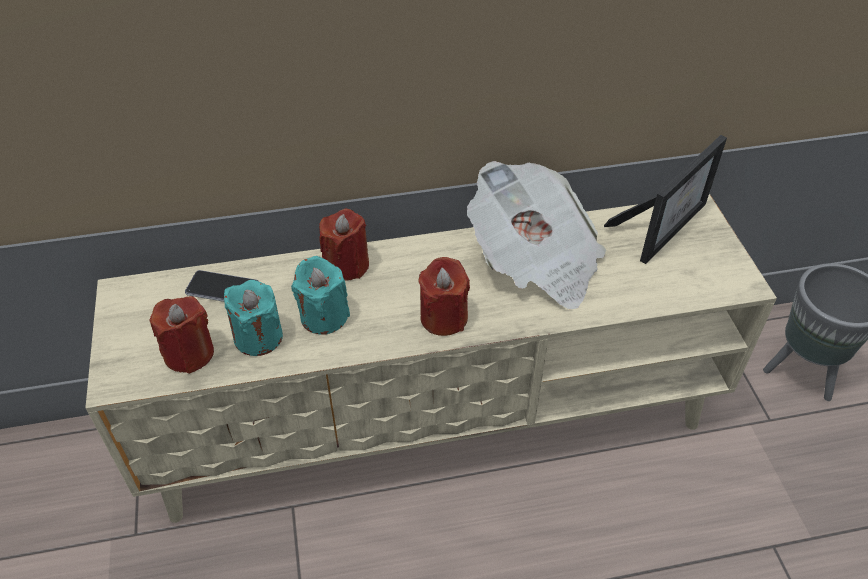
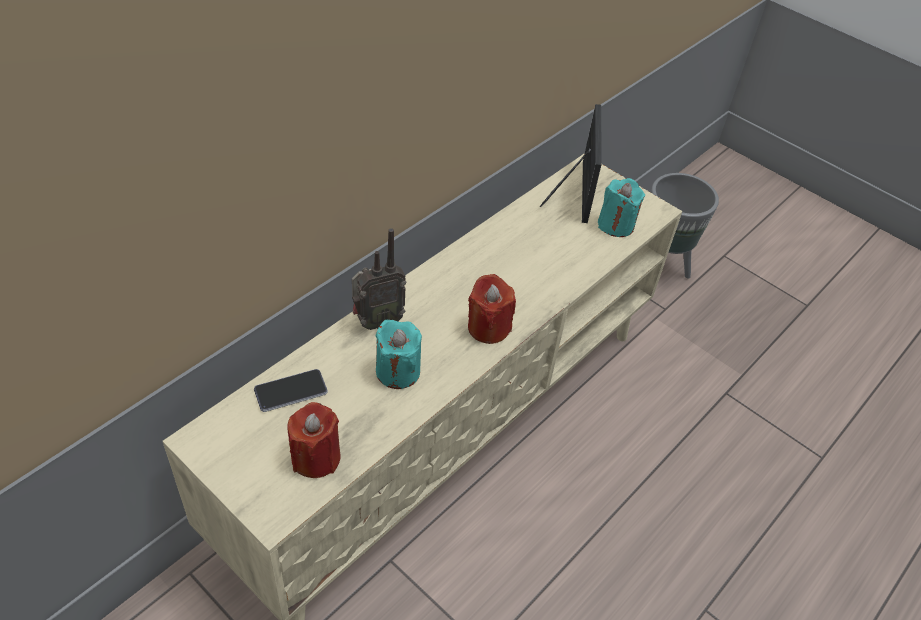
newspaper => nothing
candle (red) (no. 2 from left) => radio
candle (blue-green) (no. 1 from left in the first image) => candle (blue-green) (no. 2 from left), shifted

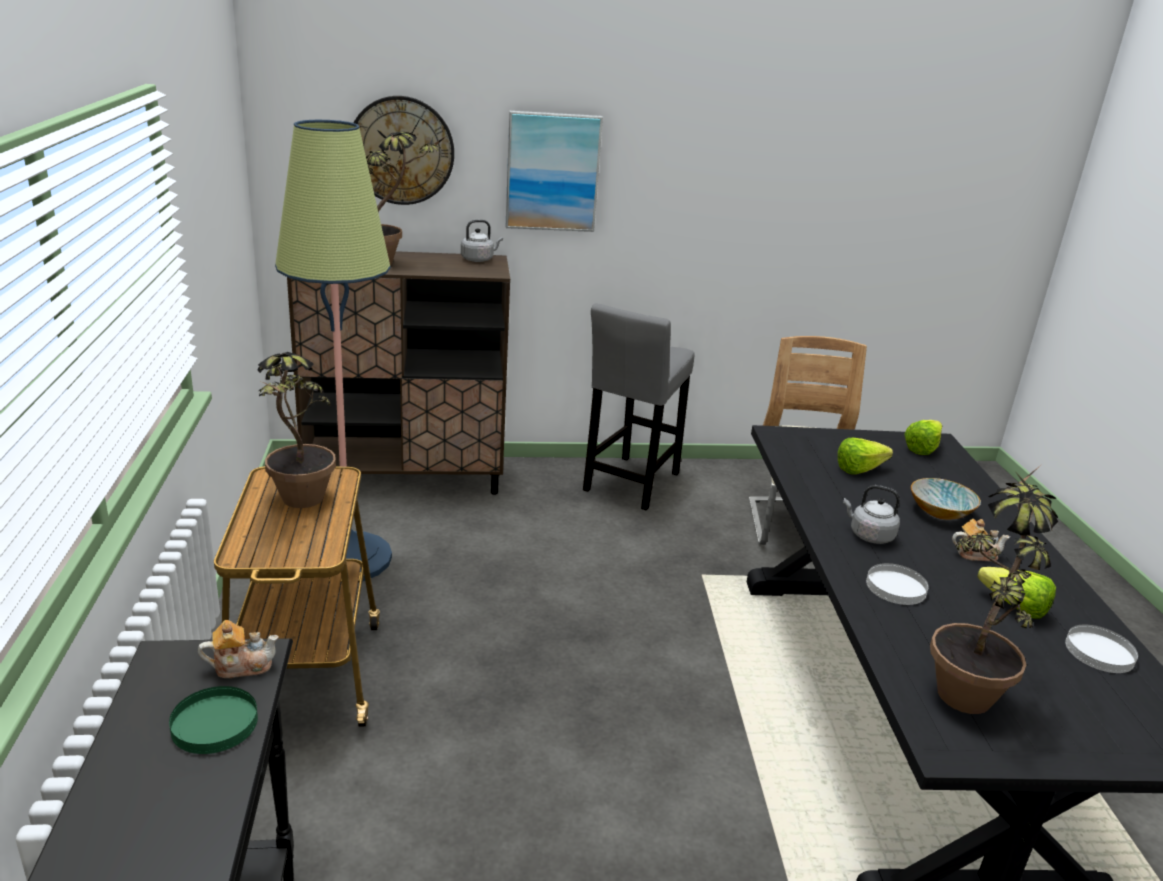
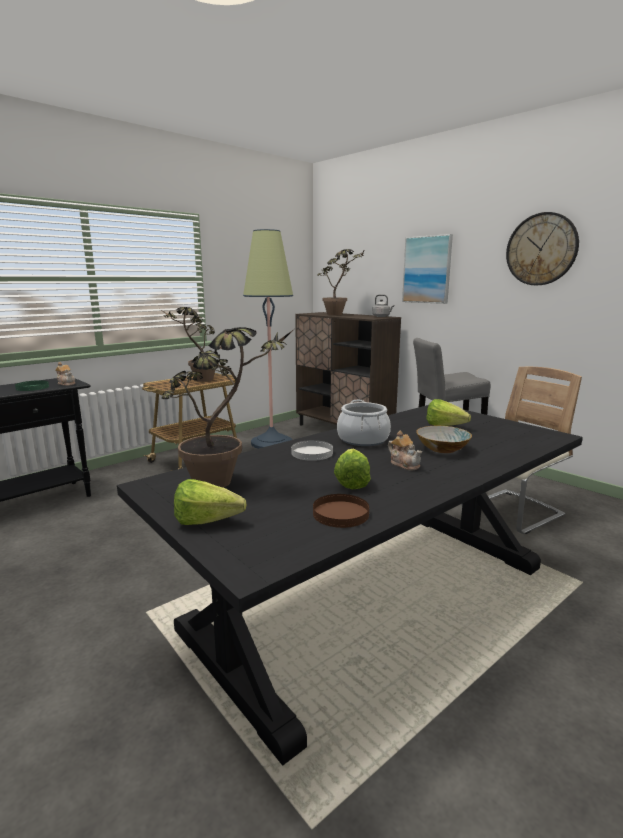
clock on the wall, shifted
head of lettuce (no. 2 from left in the first image) => head of lettuce (no. 1 from left), shifted
water kettle (greyish) (no. 2 from left) => saucepot
flat dish (white-coloured) (no. 2 from left) => flat dish (brown-coloured)

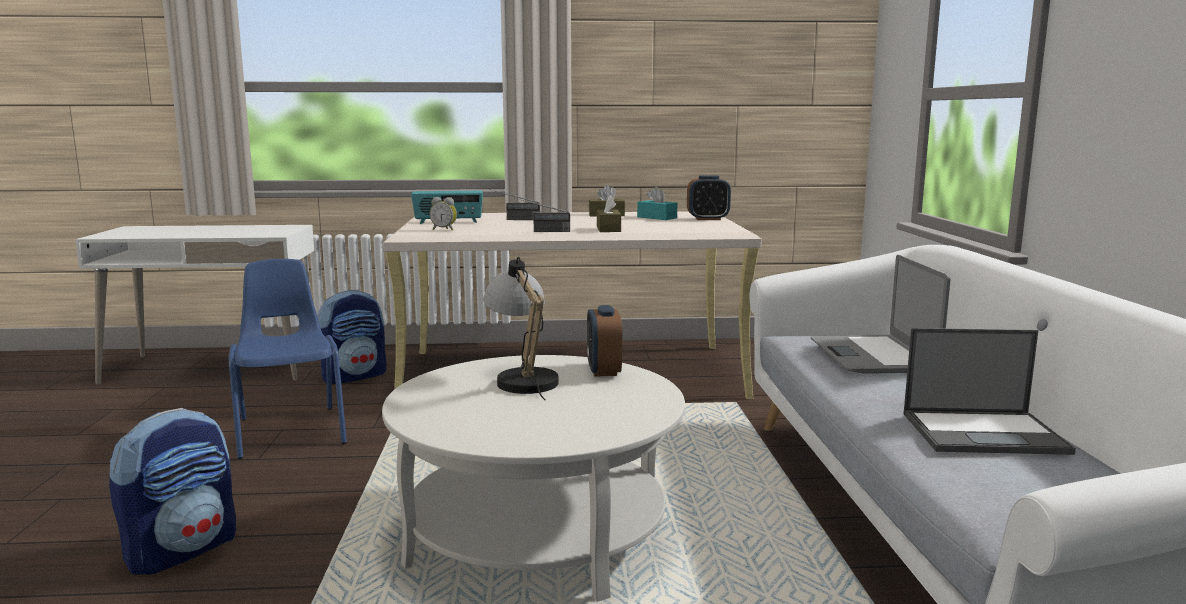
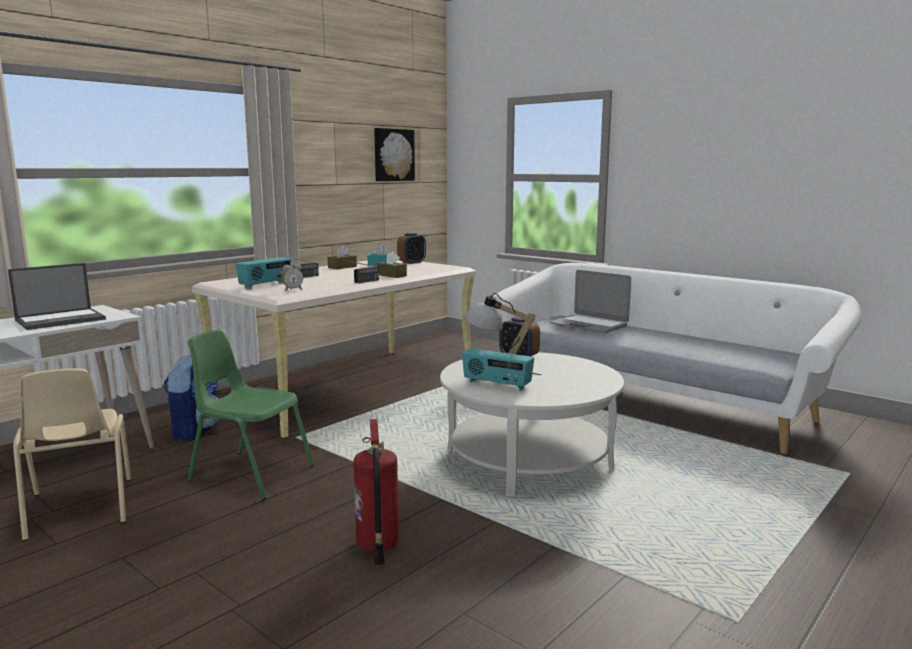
plain chair (blue) => plain chair (greenish)
portable computer (no. 2 from left in the first image) => portable computer (no. 1 from left), shifted
rucksack (no. 1 from left) => extinguisher
nothing => wall art
nothing => radio (no. 4 from left)
nothing => plain chair (sand-coloured)

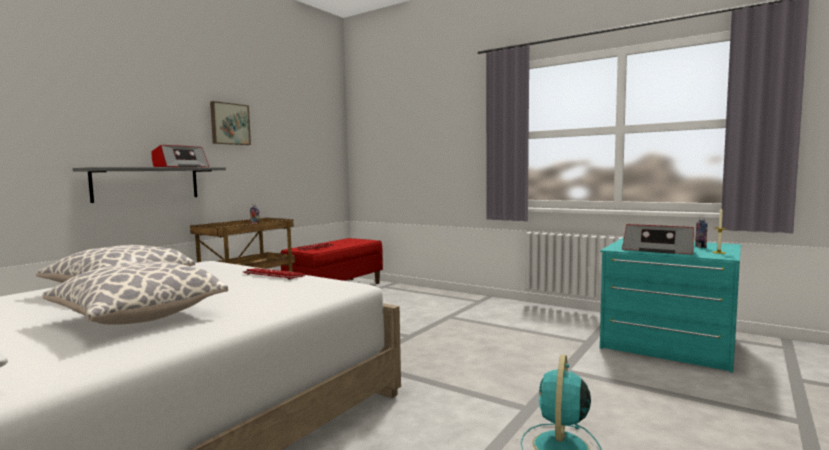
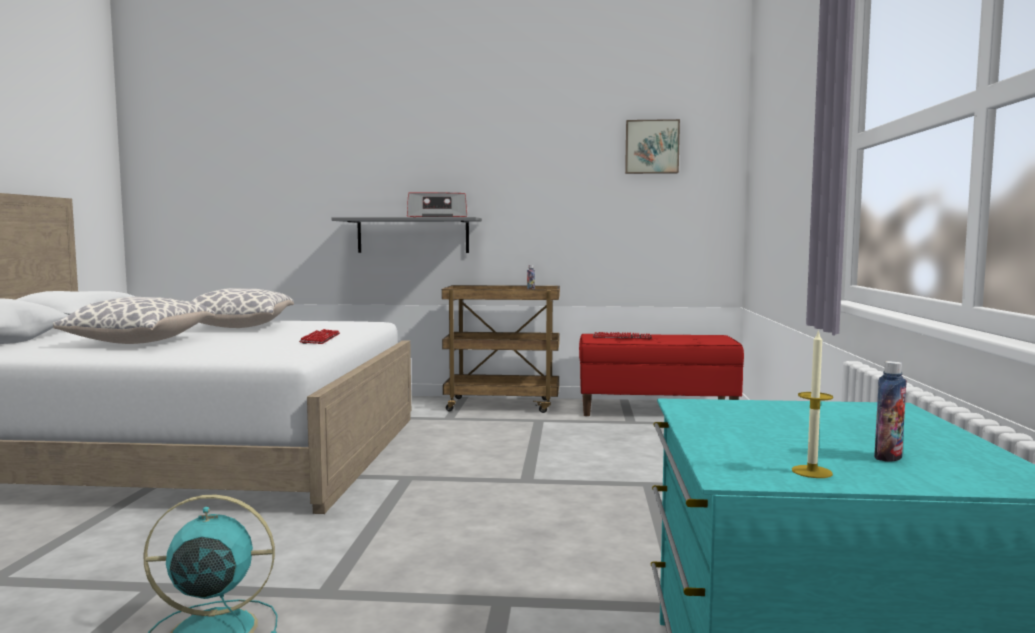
wall art, shifted
radio (no. 2 from left) => nothing

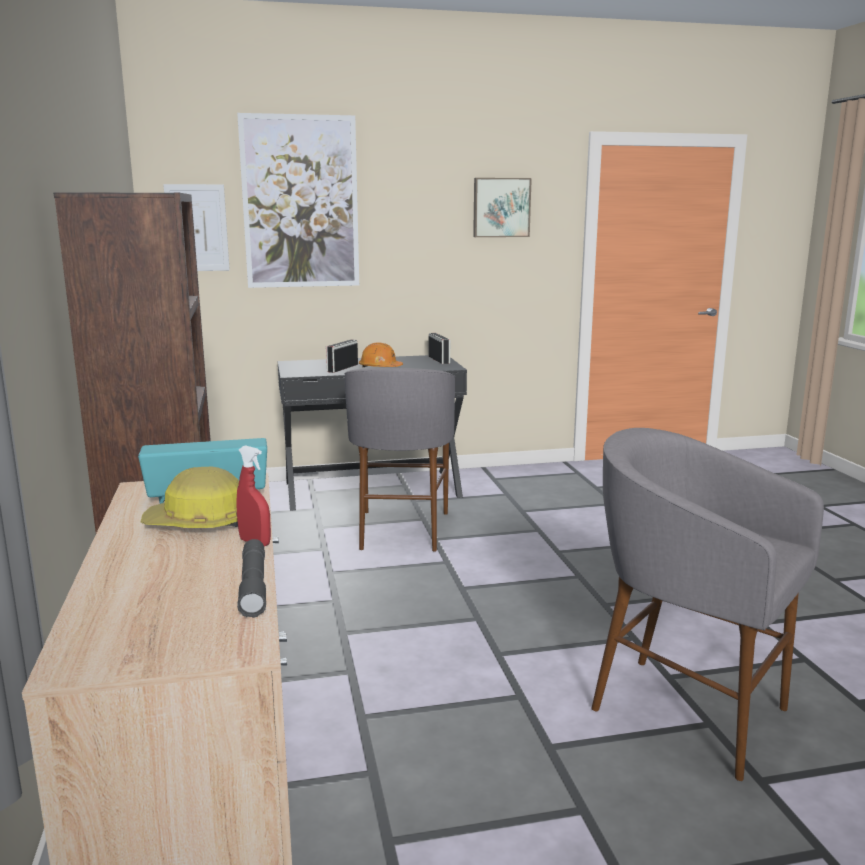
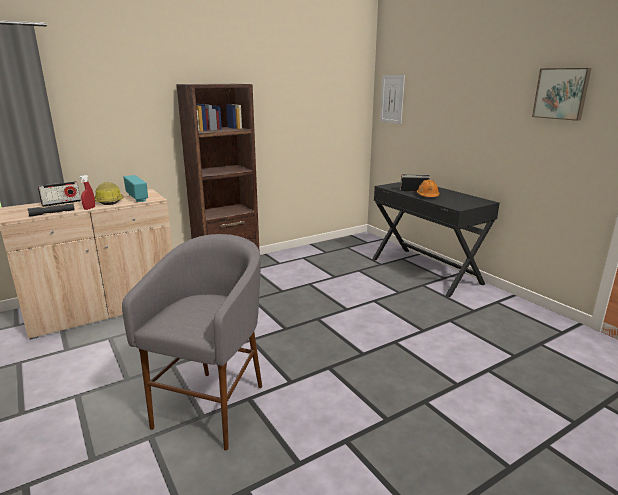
wall art (no. 2 from left) => nothing
radio (no. 3 from left in the first image) => radio (no. 1 from left), shifted
stool seat (greyish) (no. 1 from left) => nothing

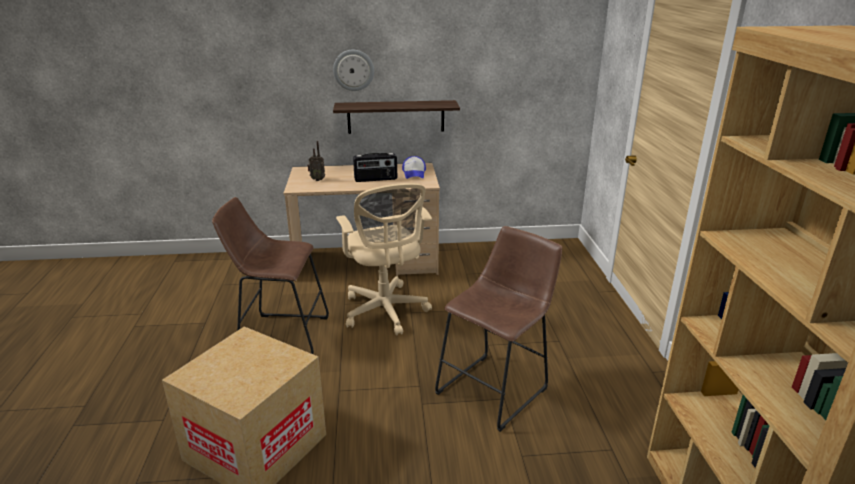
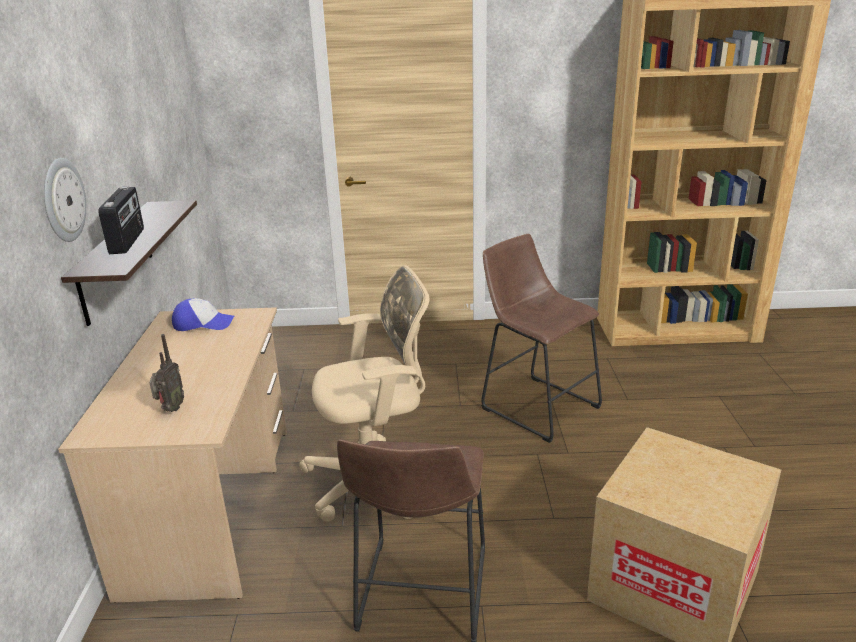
radio (no. 2 from left in the first image) => radio (no. 1 from left), shifted

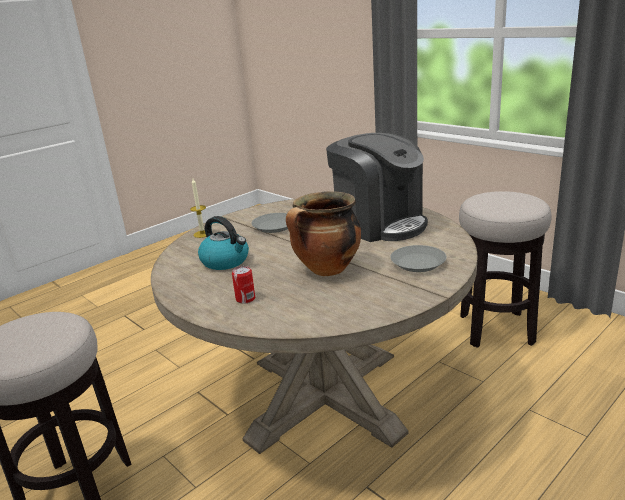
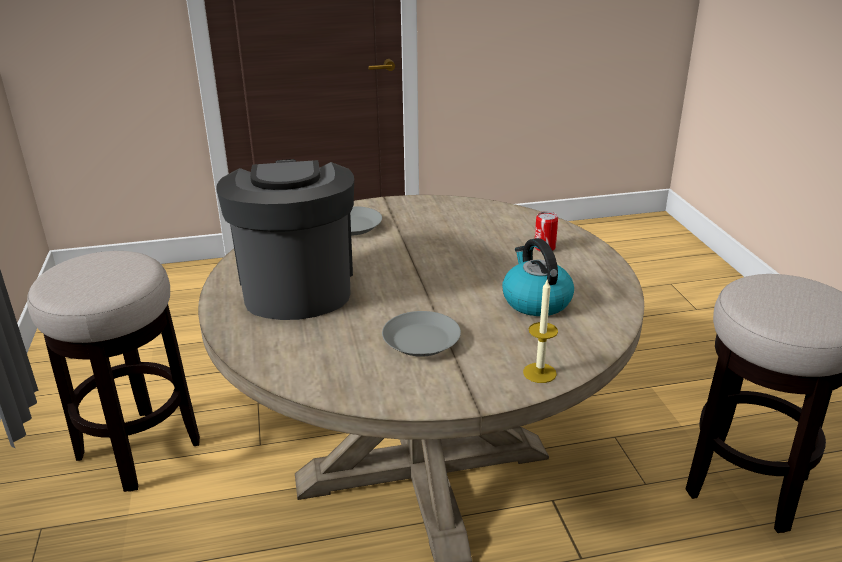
saucepot => nothing

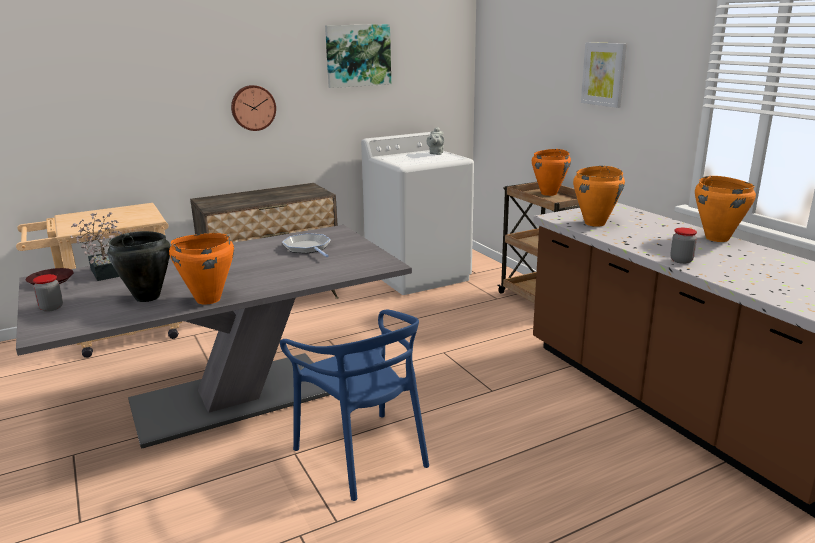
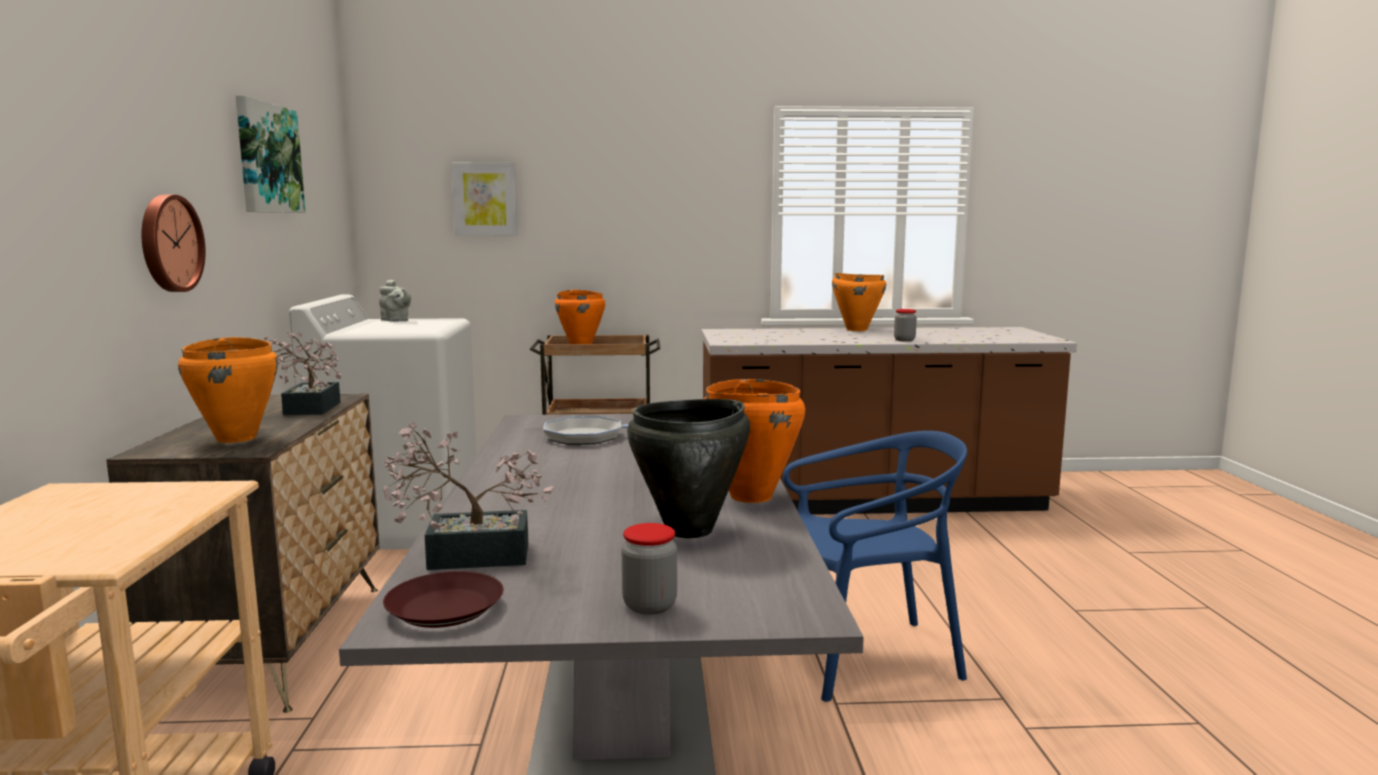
wall art (no. 2 from left), shifted
saucepot (orange-coloured) (no. 3 from left in the first image) => saucepot (orange-coloured) (no. 1 from left), shifted
nothing => potted plant (no. 1 from left)

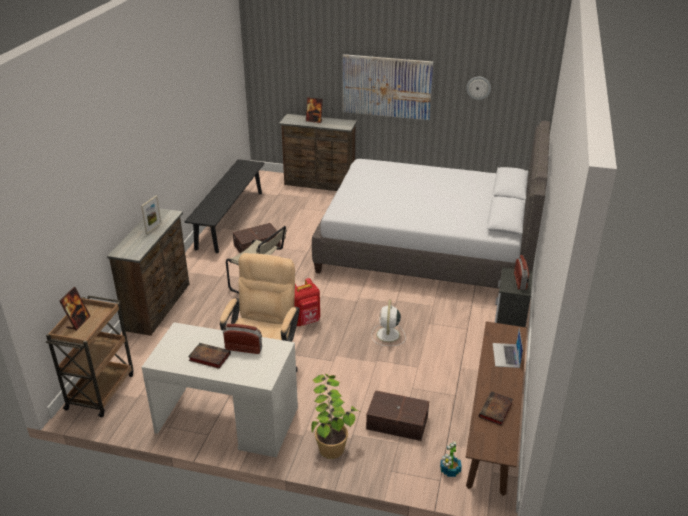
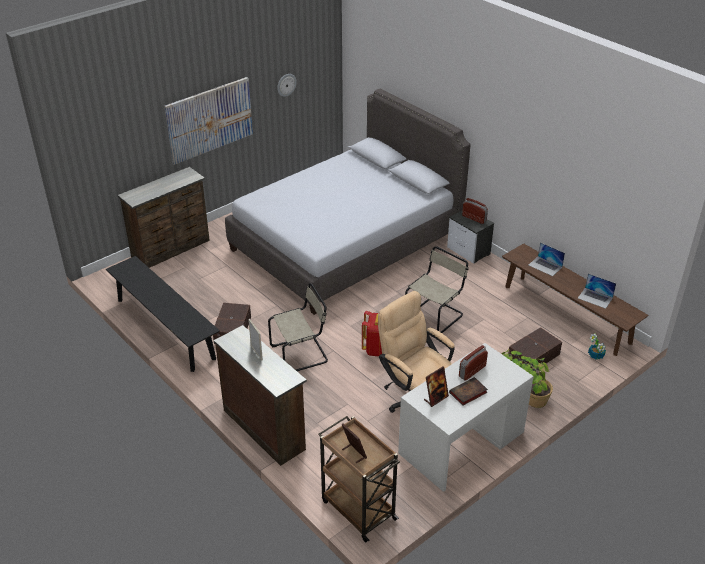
standing frame (no. 3 from left), shifted
cooling fan (white-coloured) => plain chair (sand-coloured) (no. 2 from left)
volume (no. 2 from left) => portable computer (no. 2 from left)

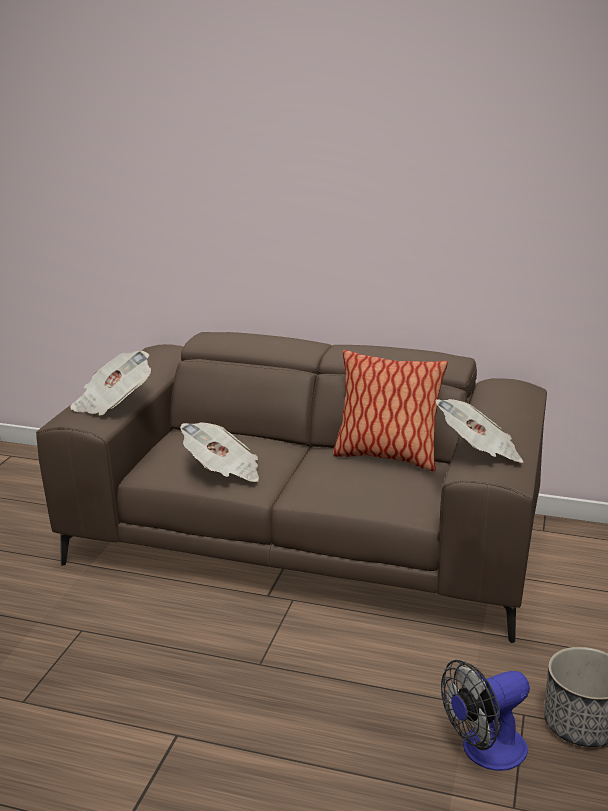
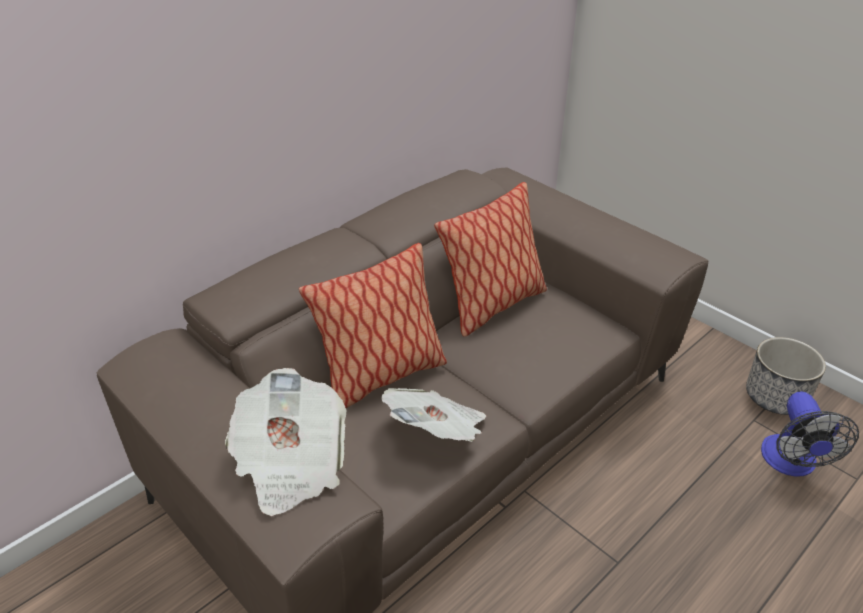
newspaper (no. 3 from left) => nothing
nothing => pillow (no. 1 from left)

